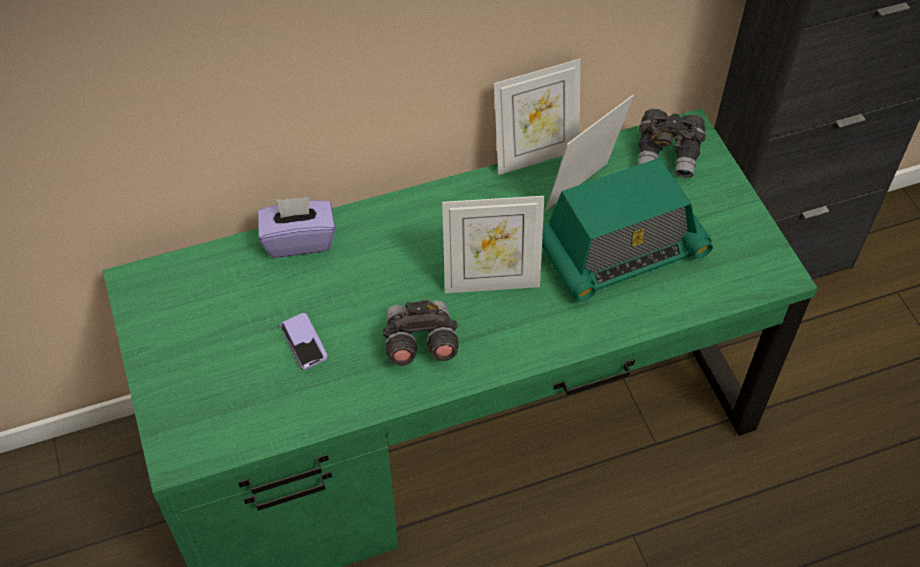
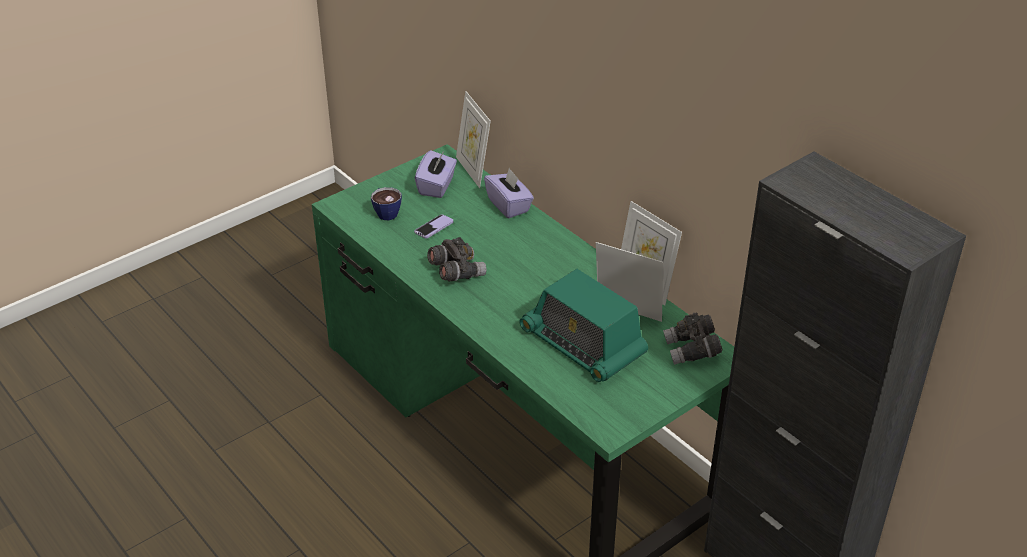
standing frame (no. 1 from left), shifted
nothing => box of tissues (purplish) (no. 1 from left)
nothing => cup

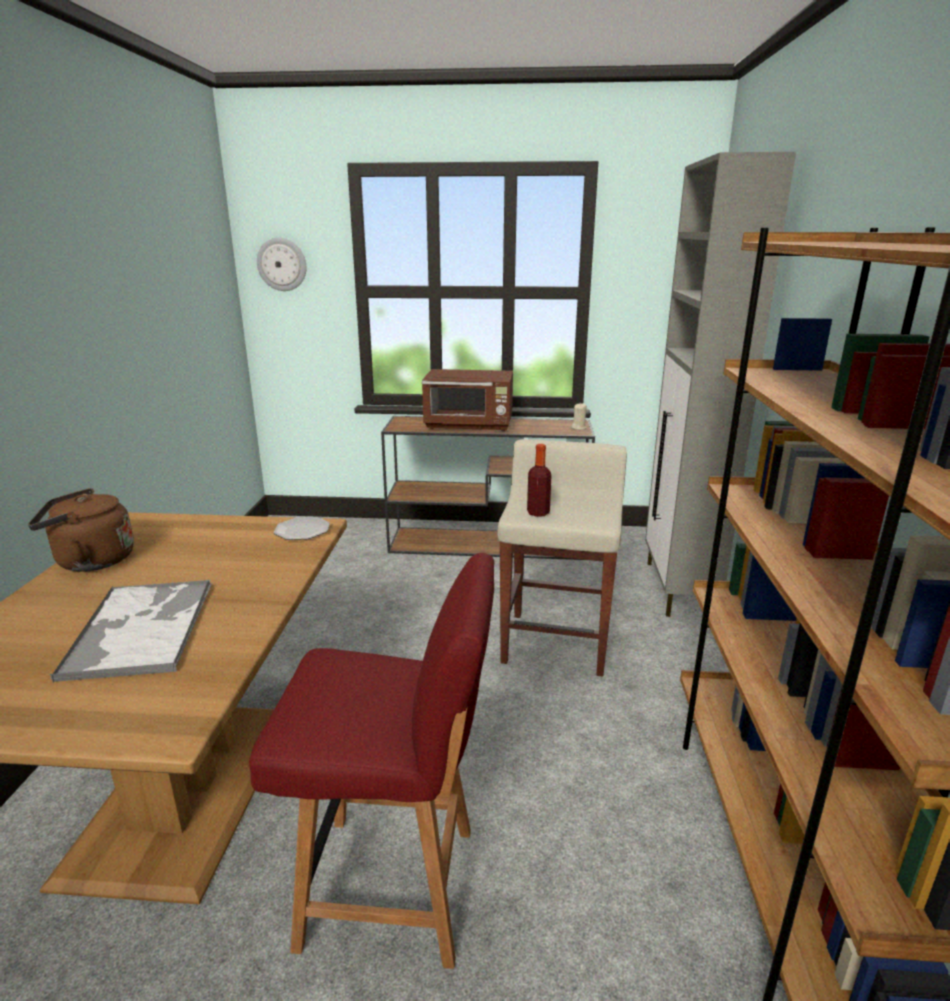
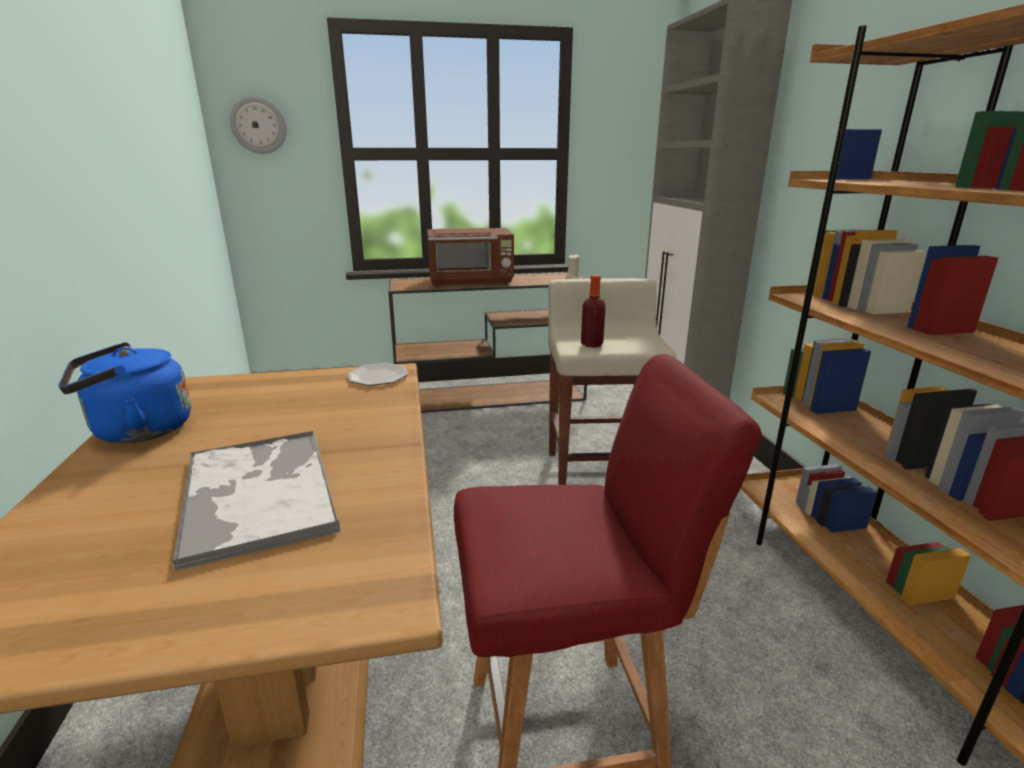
water kettle (brown-coloured) => water kettle (blue)

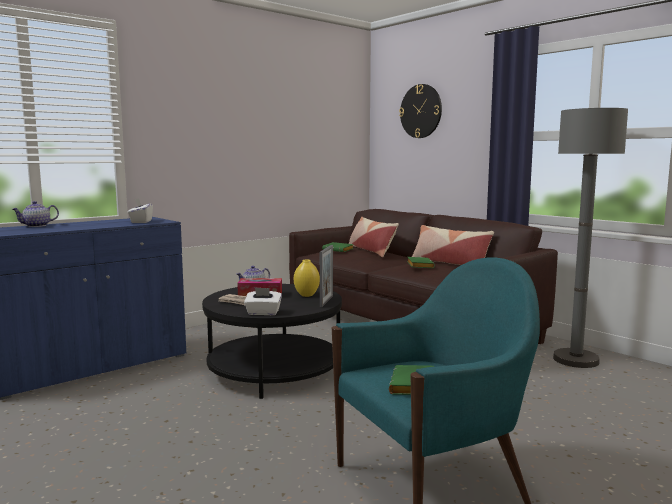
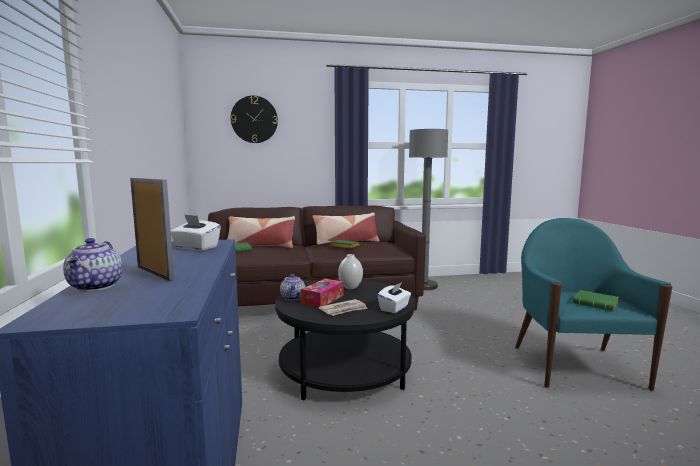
standing frame, shifted
flower vase (yellow-coloured) => flower vase (white-coloured)

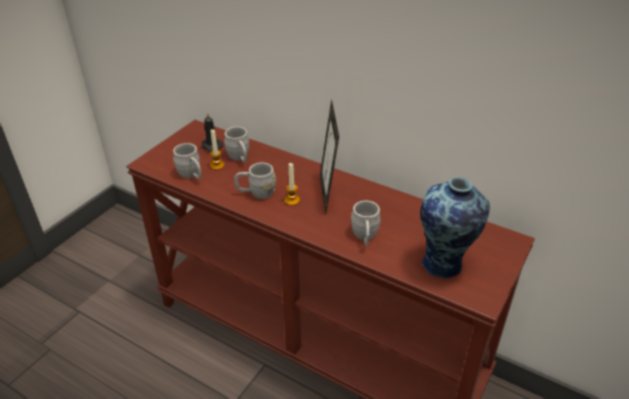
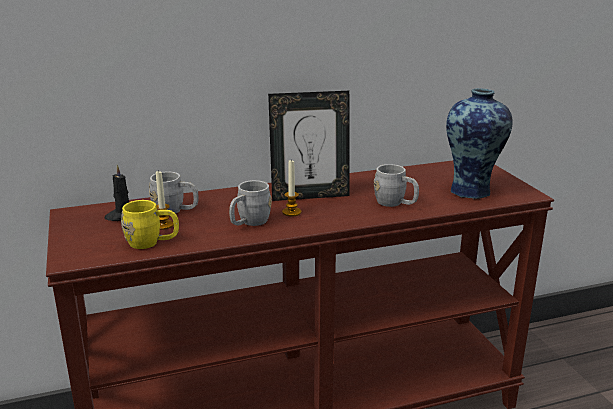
standing frame, 45 degrees counterclockwise
tea mug (greyish) (no. 1 from left) => tea mug (yellow-coloured)

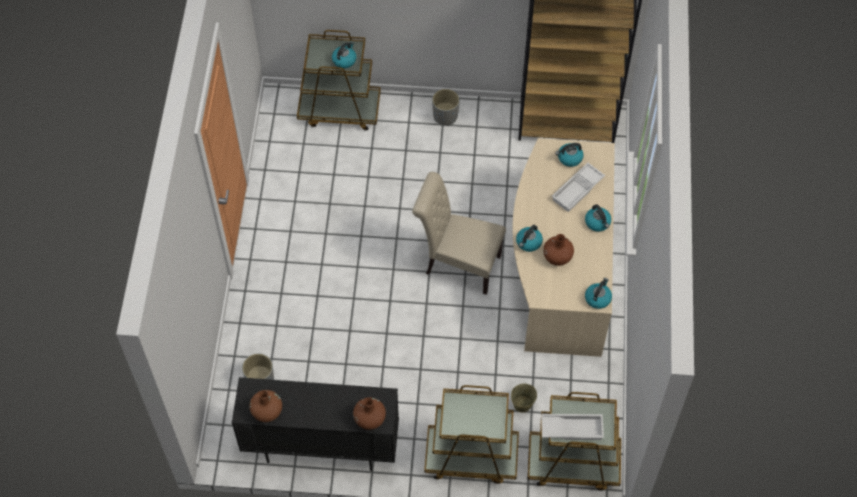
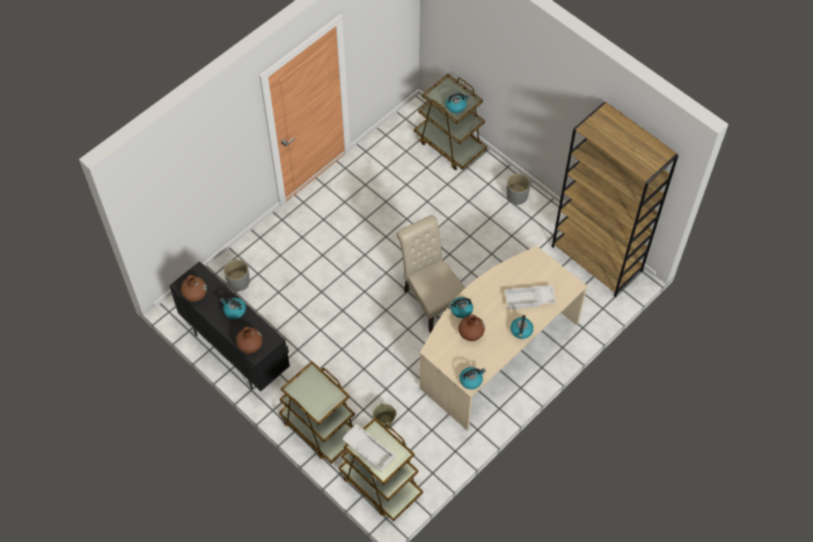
water kettle (no. 3 from left in the first image) => water kettle (no. 1 from left), shifted

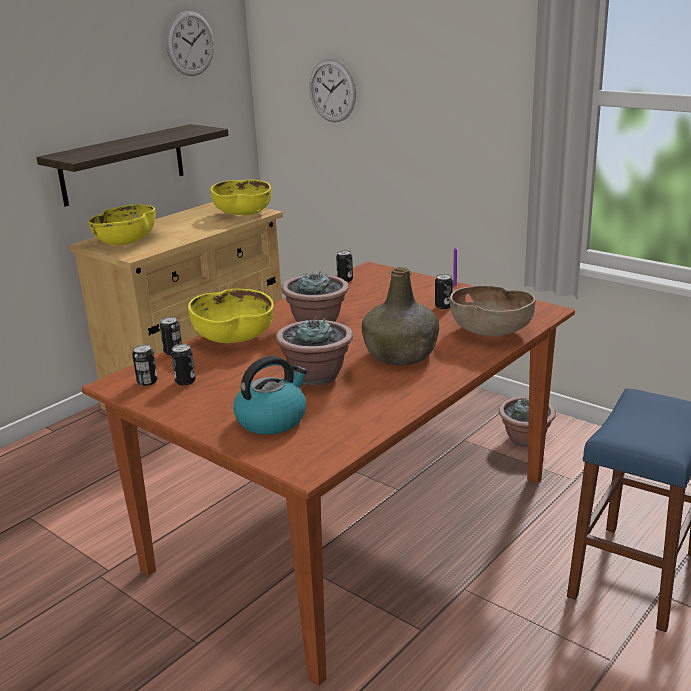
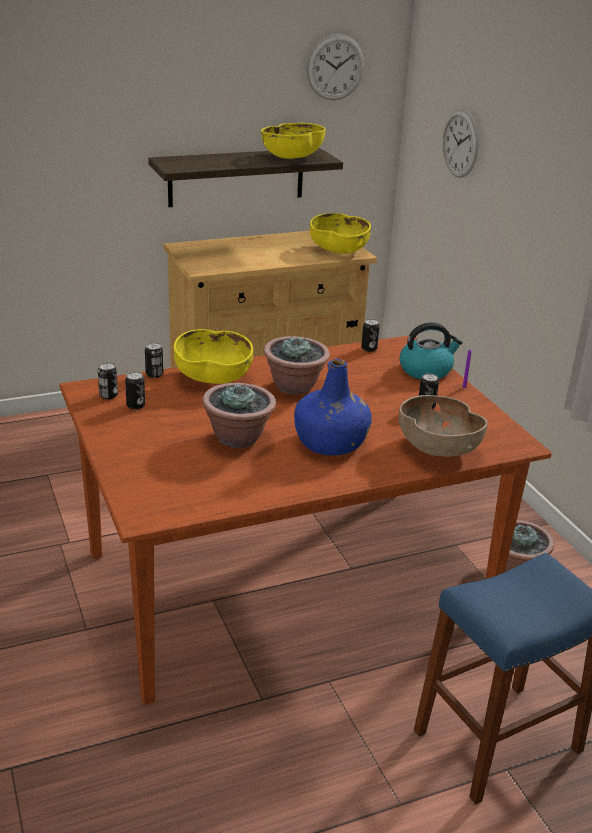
bowl (yellow-coloured) (no. 1 from left in the first image) => bowl (yellow-coloured) (no. 2 from left), shifted
drink bottle (greenish) => drink bottle (blue)
water kettle, shifted

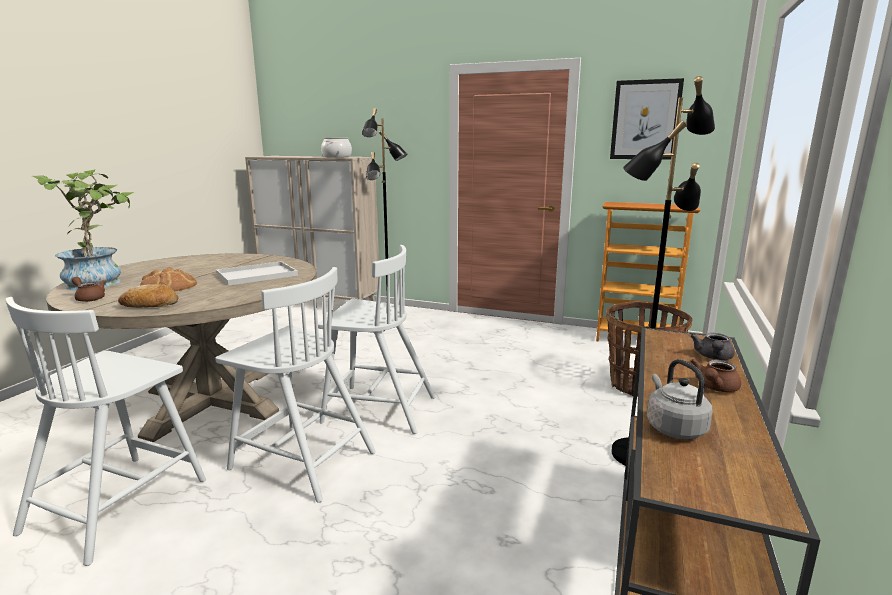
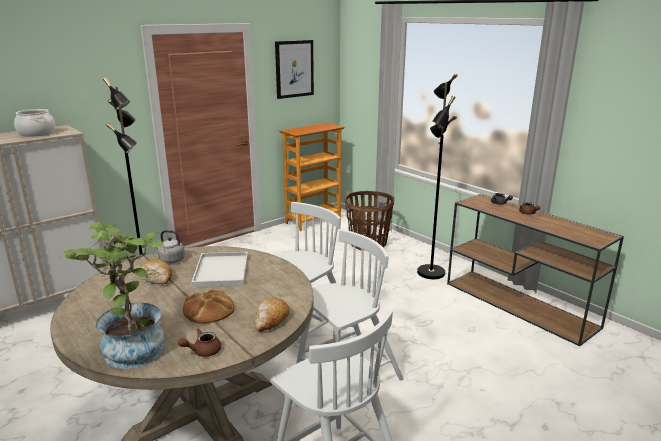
water kettle (greyish), shifted
nothing => bakery bread (no. 1 from left)

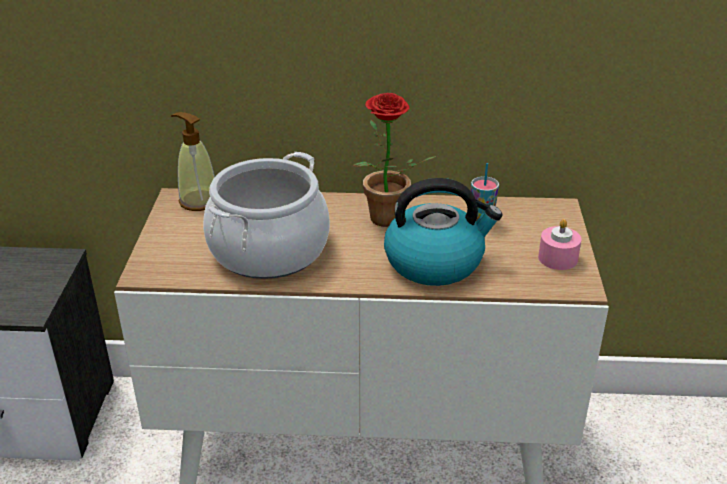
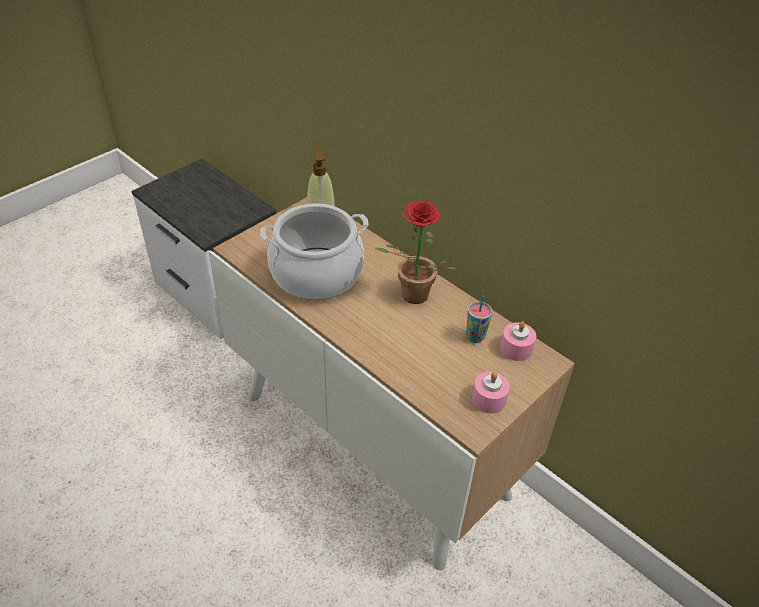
water kettle => nothing
nothing => candle (pink-coloured) (no. 2 from left)

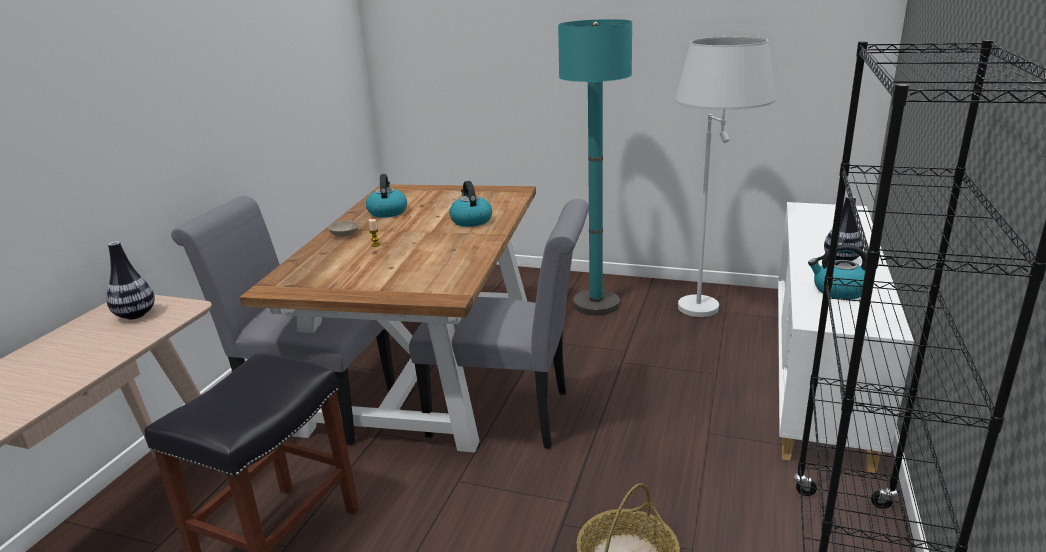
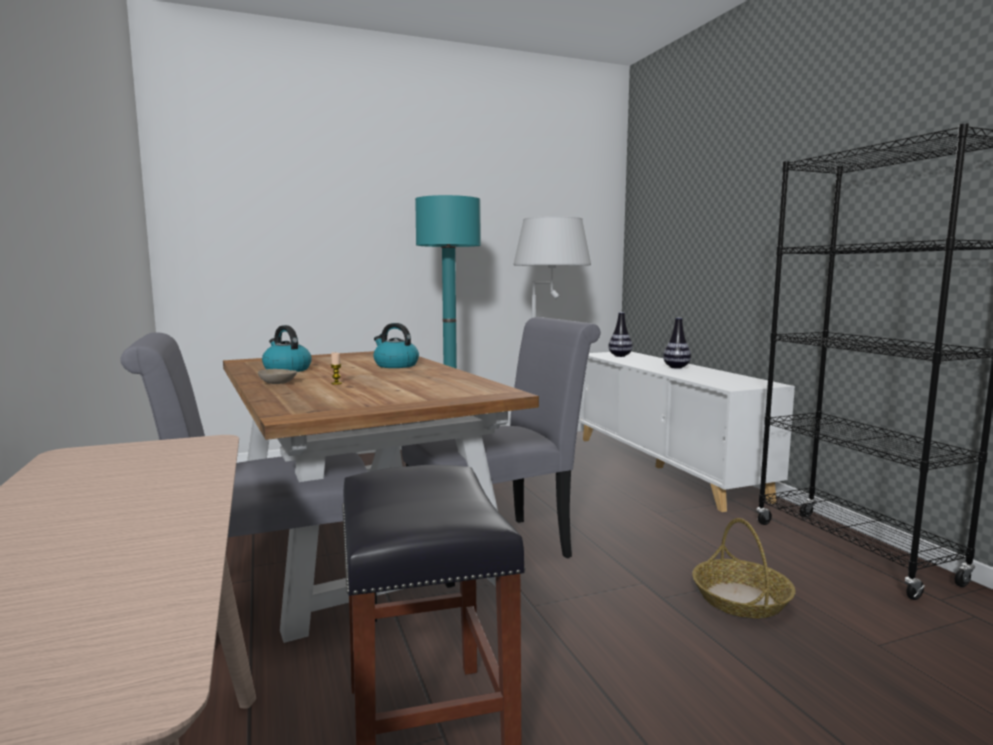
flower vase (no. 1 from left), shifted
water kettle (no. 3 from left) => nothing

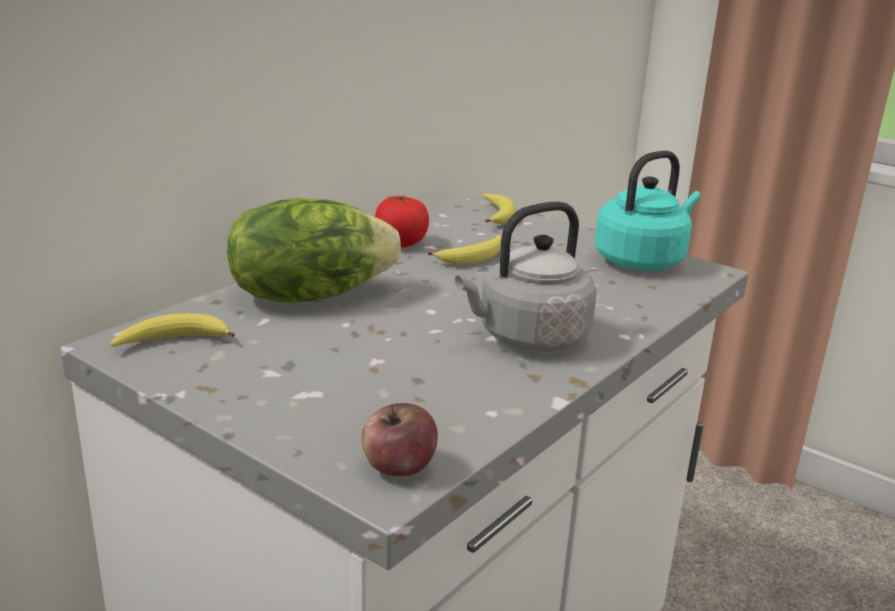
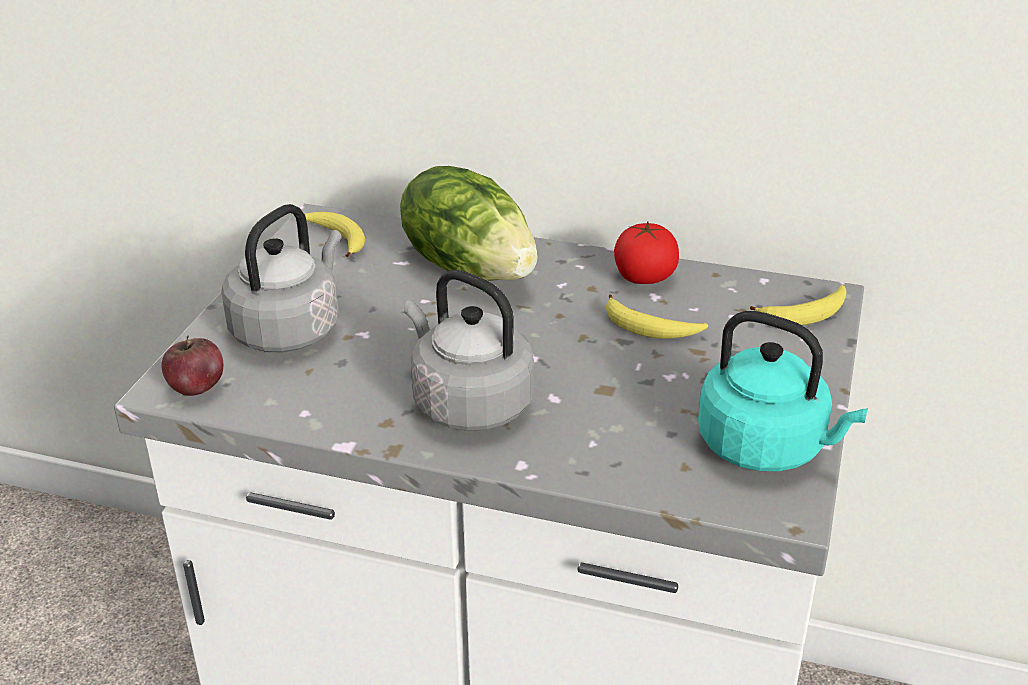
nothing => water kettle (greyish) (no. 1 from left)

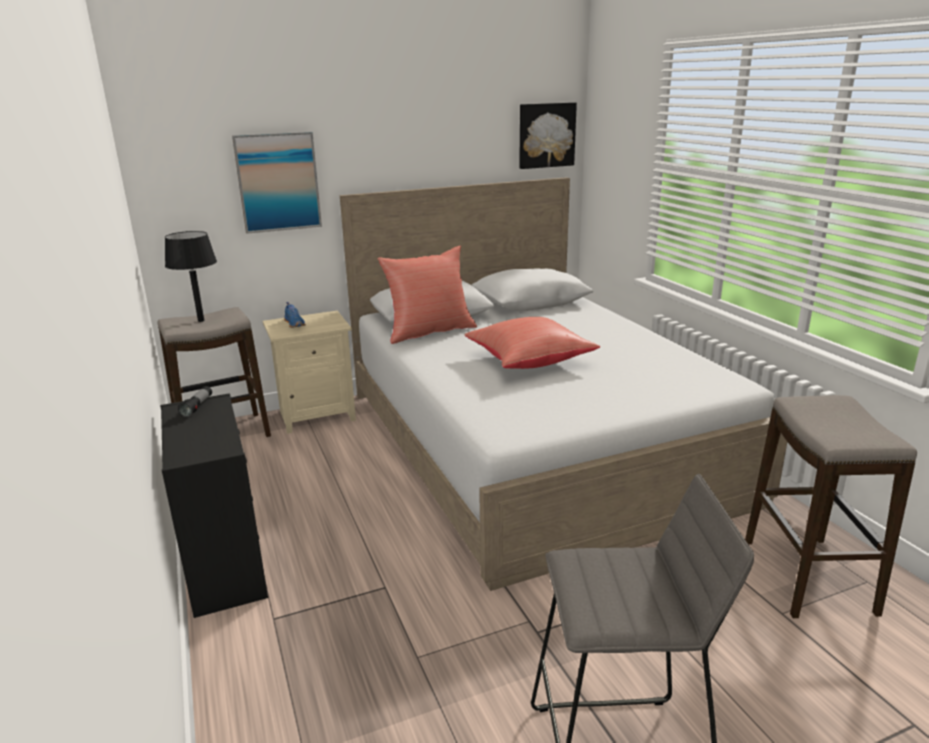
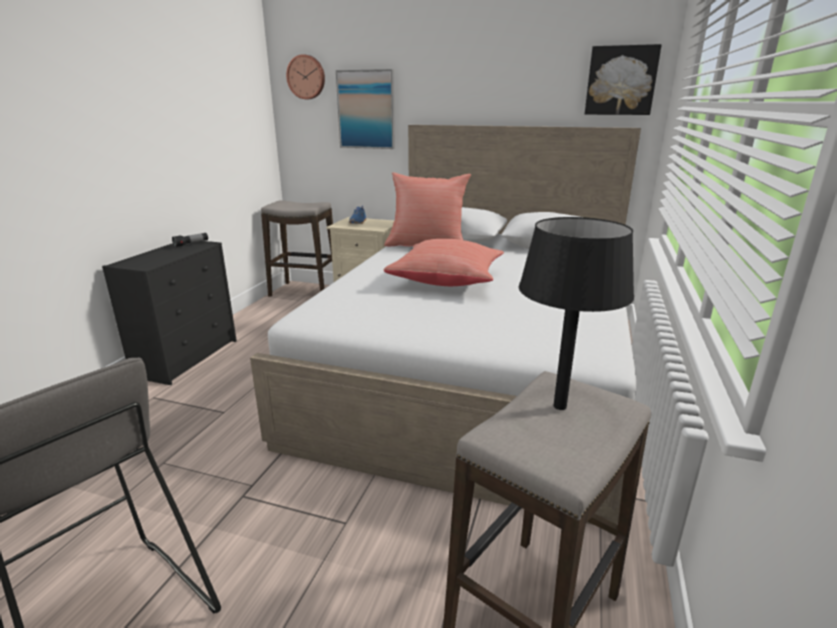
lamp for a table (black-coloured), shifted
nothing => clock on the wall

